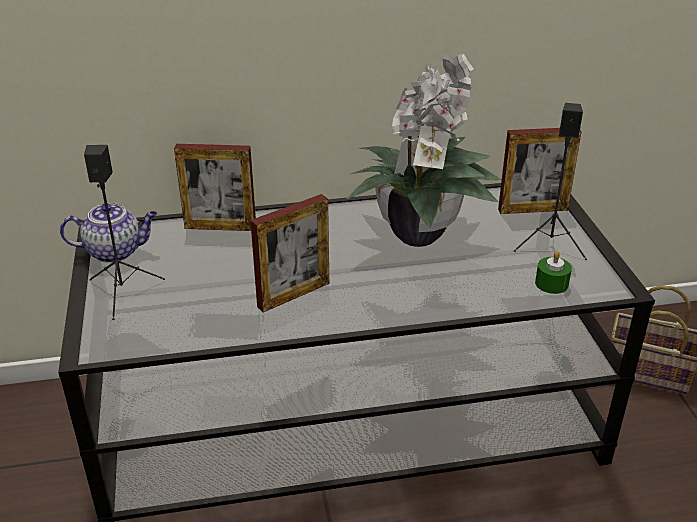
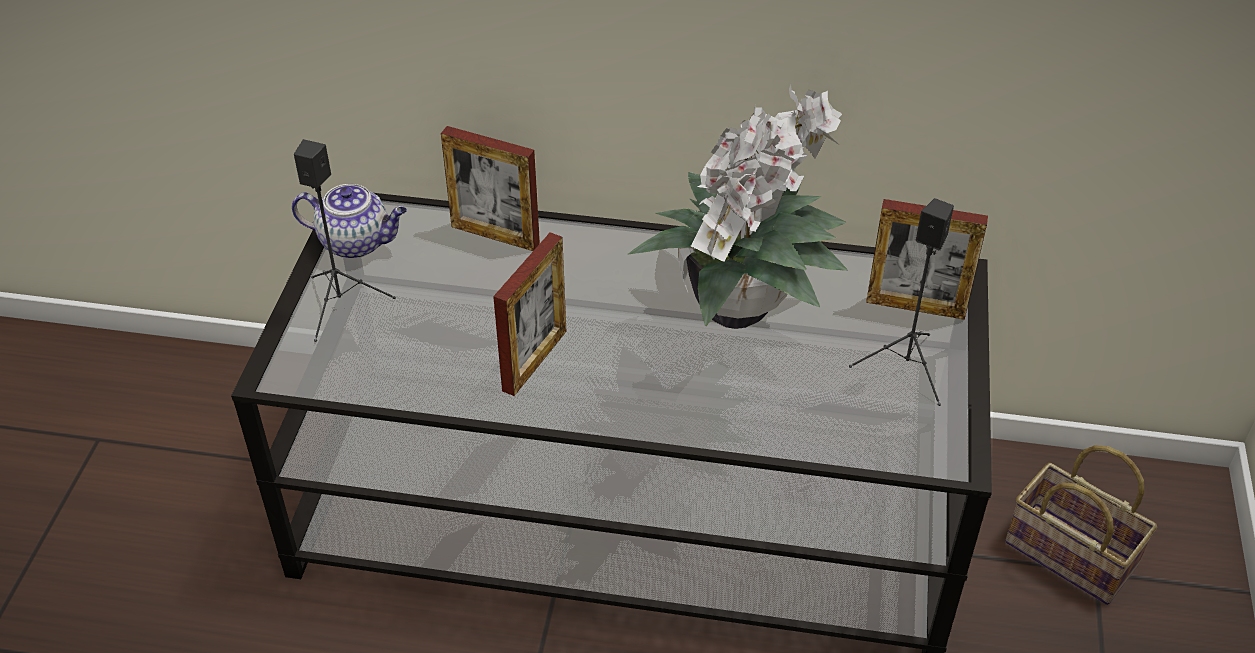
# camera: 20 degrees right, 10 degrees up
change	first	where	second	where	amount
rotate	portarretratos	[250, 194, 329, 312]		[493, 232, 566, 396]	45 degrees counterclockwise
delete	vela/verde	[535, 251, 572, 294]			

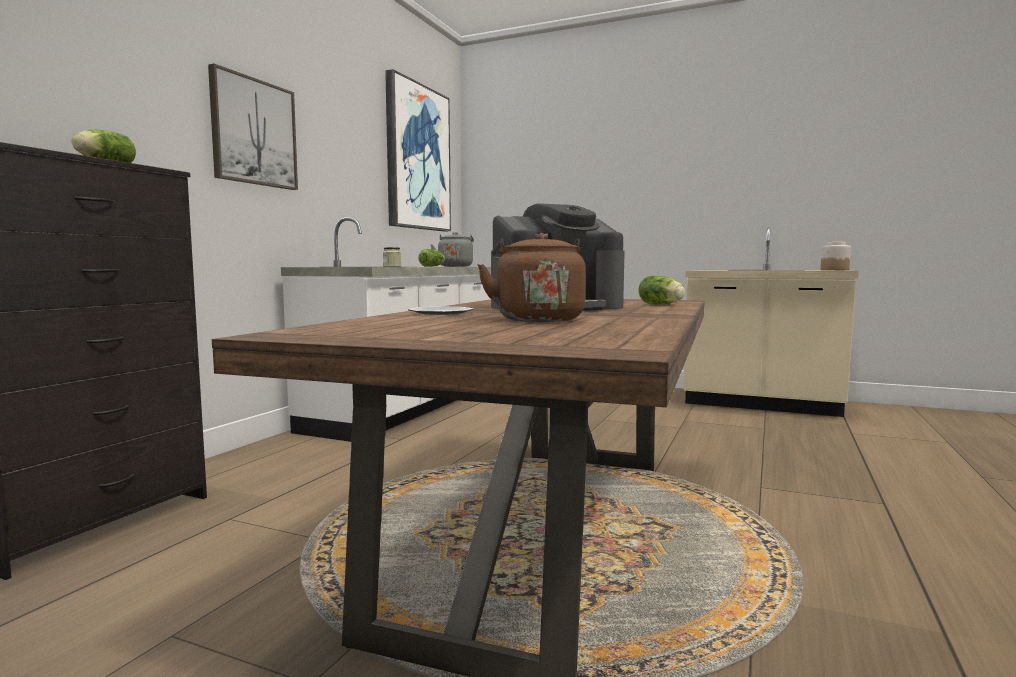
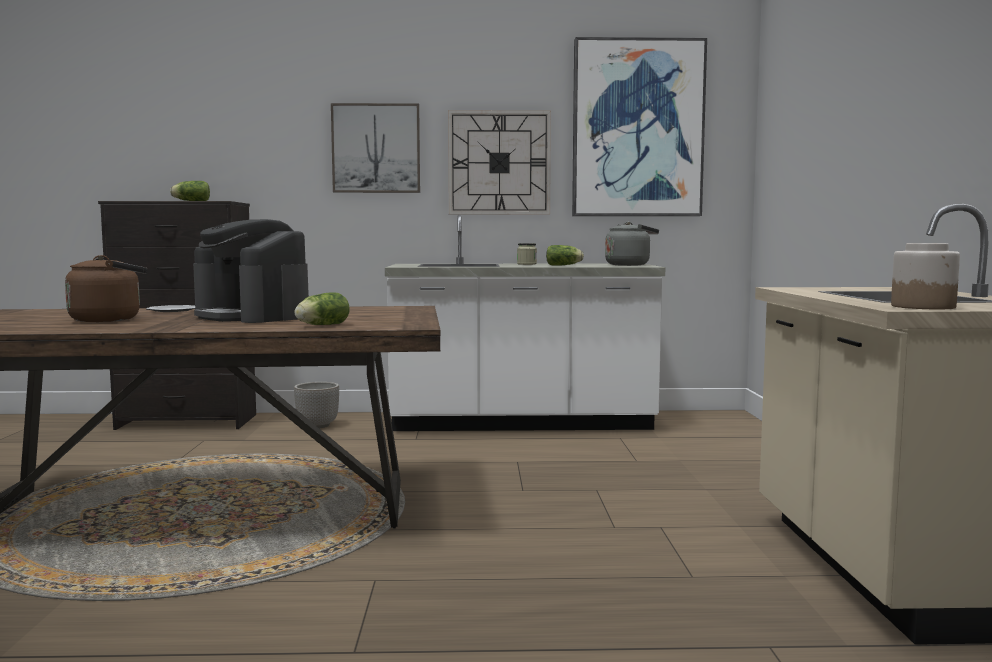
# camera: 65 degrees right, 0 degrees up
change	first	where	second	where	amount
insert			maceta	[294, 382, 339, 428]	
insert			reloj de pared	[448, 110, 551, 215]	

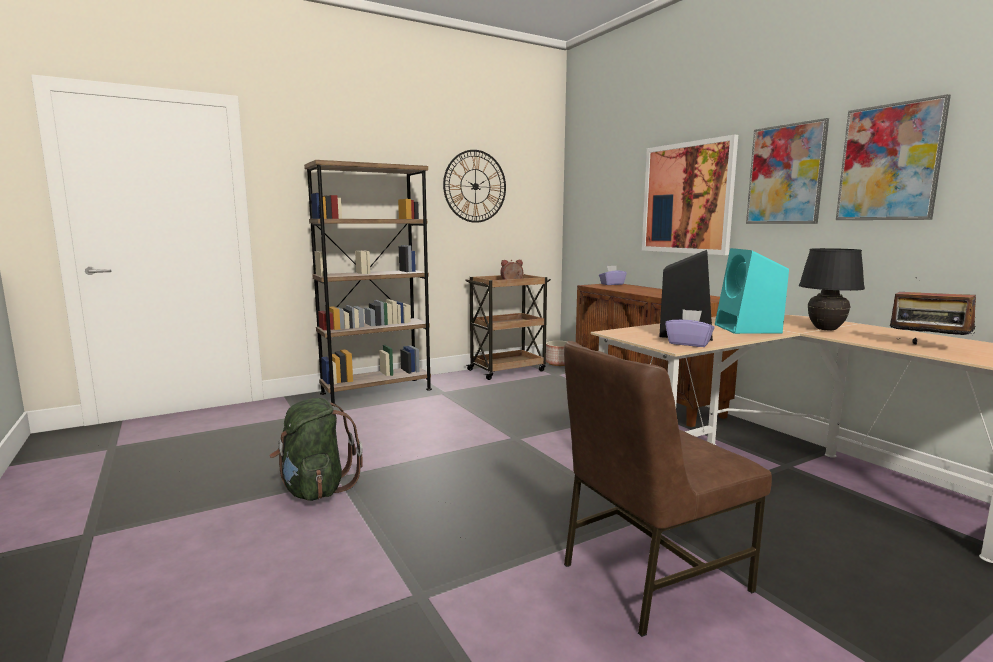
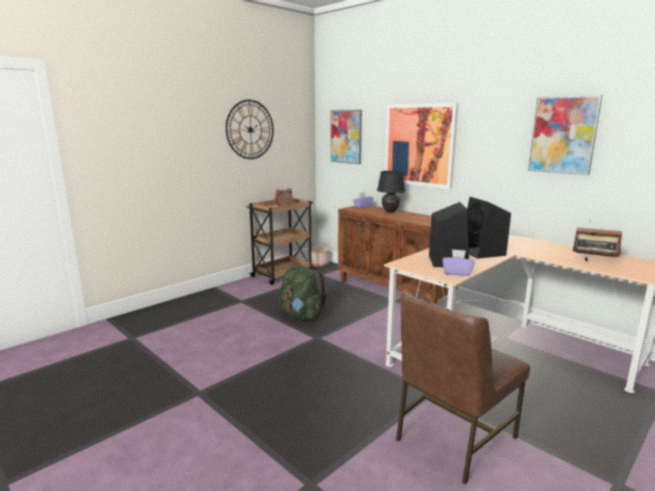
# camera: 15 degrees left, 5 degrees up
change	first	where	second	where	amount
move	mochila/verde	[270, 398, 363, 501]		[280, 266, 327, 320]	
move	cuadro	[746, 118, 829, 224]		[330, 110, 362, 164]	
move	lámpara de mesa/negro	[799, 248, 865, 331]		[377, 171, 405, 212]	
recolor	altavoz/turquesa	[715, 248, 789, 334]	altavoz/negro	[467, 197, 511, 259]	
delete	estantería/marrón	[304, 160, 432, 404]			

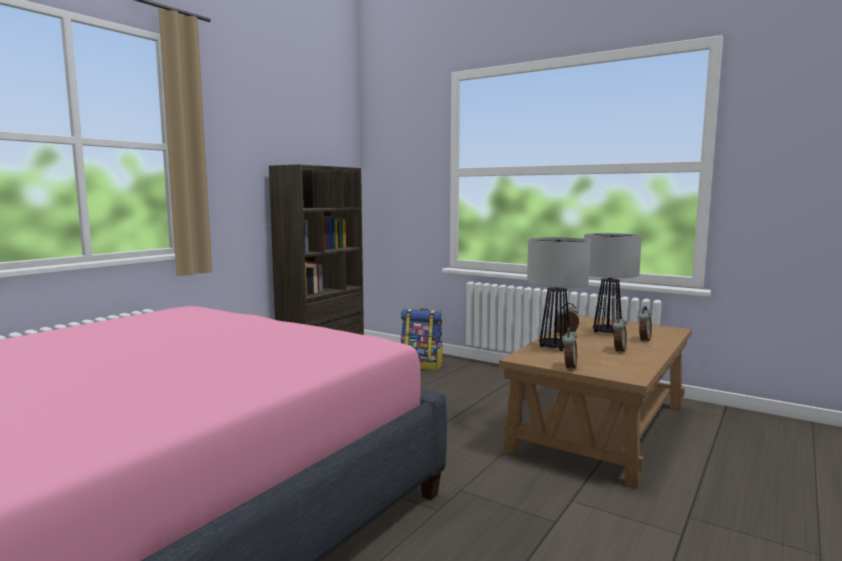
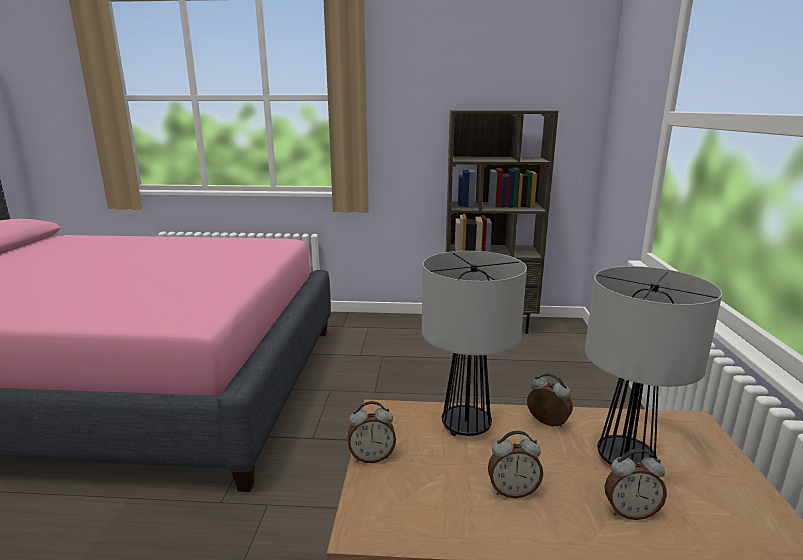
# camera: 60 degrees right, 10 degrees up
change	first	where	second	where	amount
delete	mochila	[401, 308, 443, 370]			

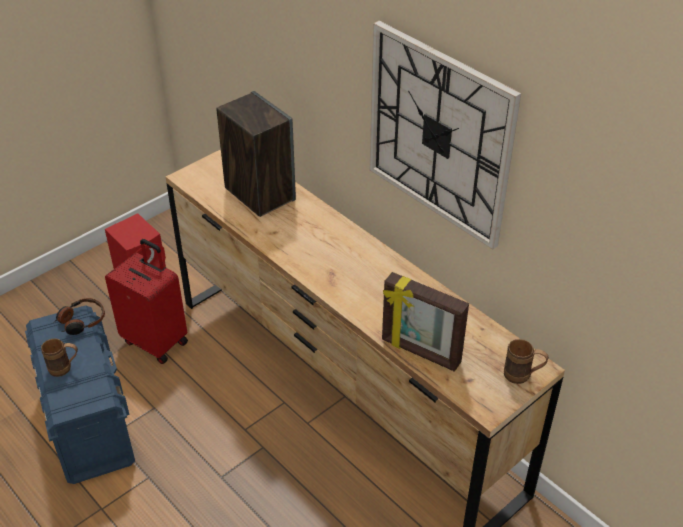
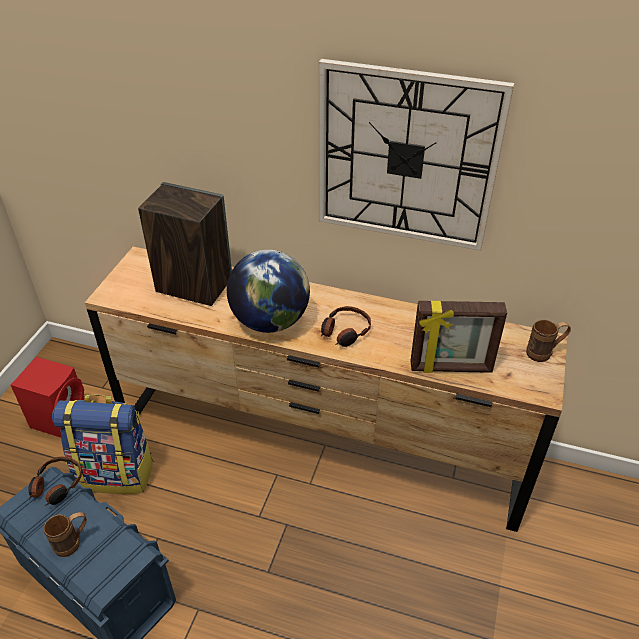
# camera: 30 degrees left, 0 degrees up
change	first	where	second	where	amount
replace	maleta/rojo	[105, 239, 188, 364]	mochila	[52, 394, 154, 494]	
insert			globo terráqueo	[227, 250, 310, 333]	
insert			auriculares	[321, 306, 371, 347]	

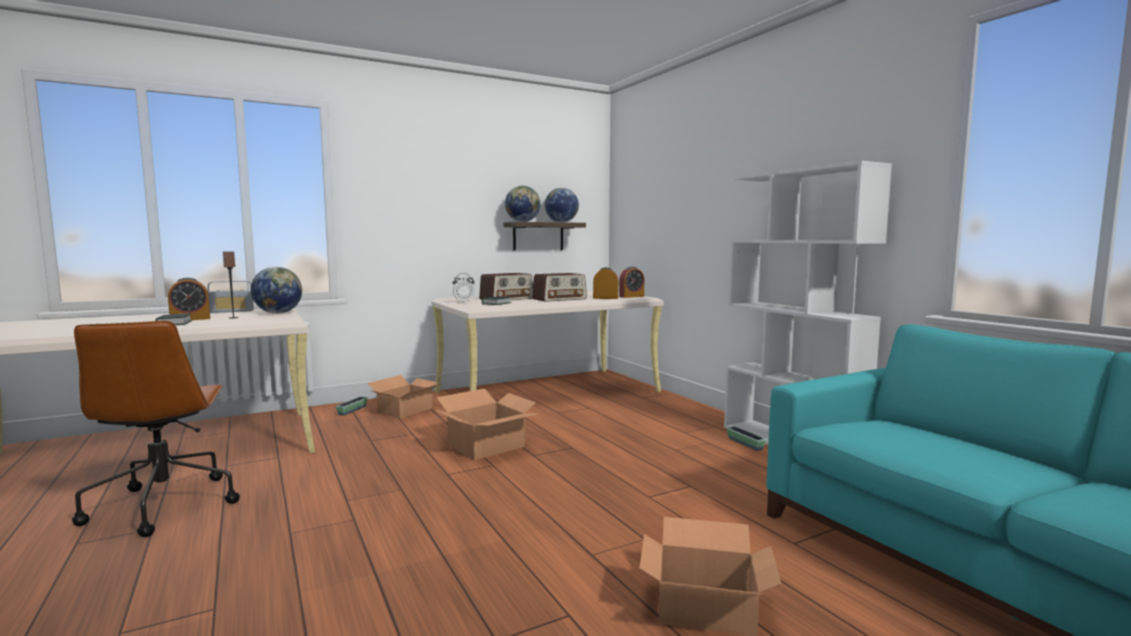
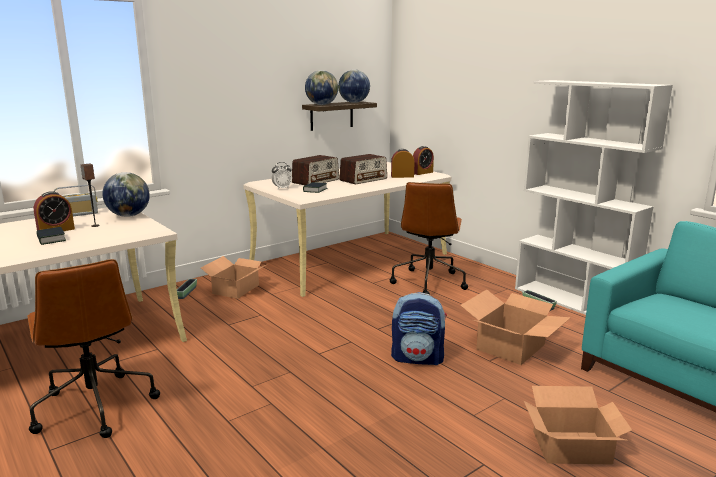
# camera: 10 degrees left, 10 degrees up
change	first	where	second	where	amount
insert			silla de oficina/marrón	[390, 182, 468, 295]	
insert			mochila	[391, 292, 447, 365]	
move	caja de cartón	[433, 388, 539, 460]		[460, 289, 571, 365]	

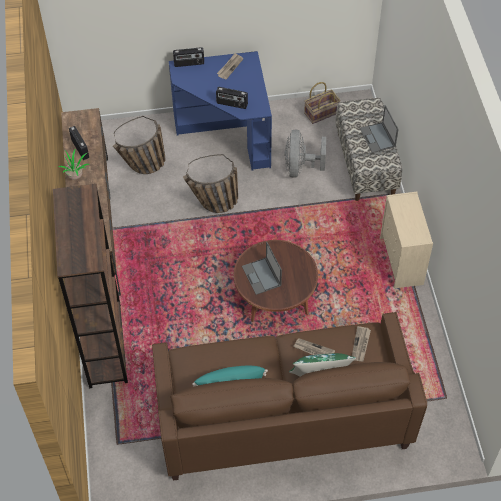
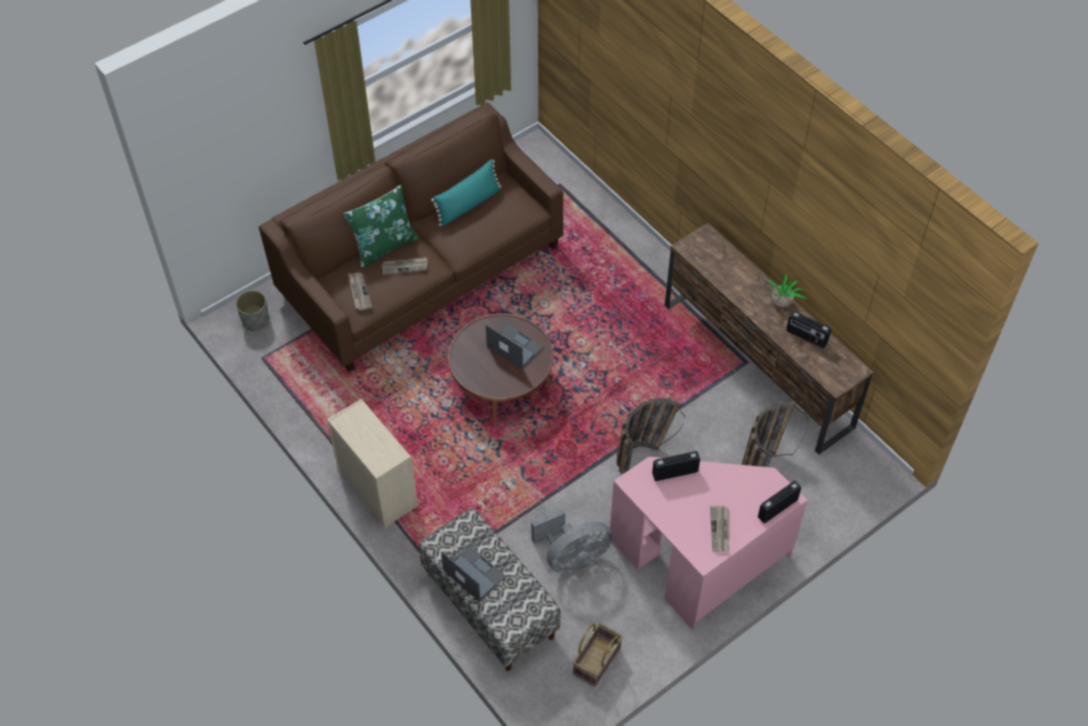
# camera: 150 degrees right, 0 degrees up
change	first	where	second	where	amount
insert			maceta/gris	[236, 290, 269, 332]	
rotate	ventilador/gris	[284, 130, 326, 178]		[531, 508, 613, 573]	90 degrees clockwise
recolor	escritorio/azul	[169, 51, 272, 171]	escritorio/rosa	[610, 457, 808, 630]	
delete	estantería/marrón	[53, 184, 128, 388]			

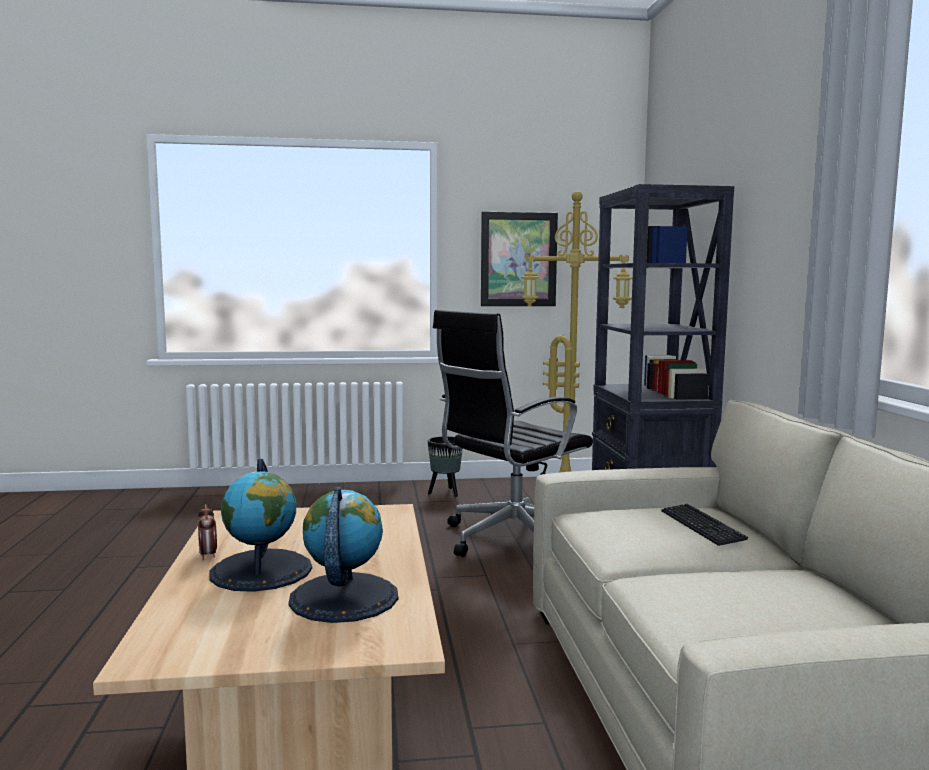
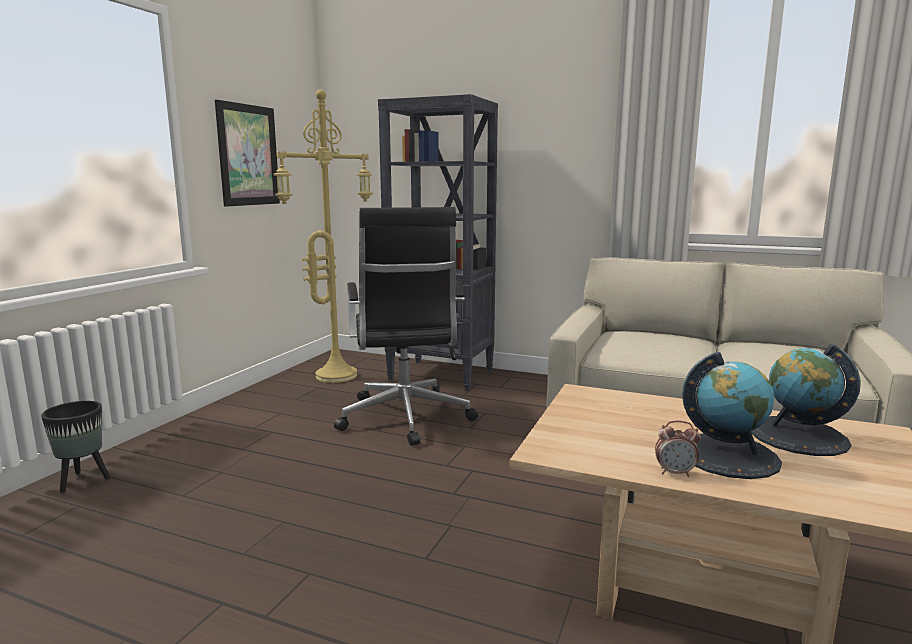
# camera: 60 degrees left, 5 degrees up
change	first	where	second	where	amount
move	maceta/negro	[428, 436, 463, 497]		[41, 401, 110, 493]	
delete	teclado	[661, 504, 748, 546]			

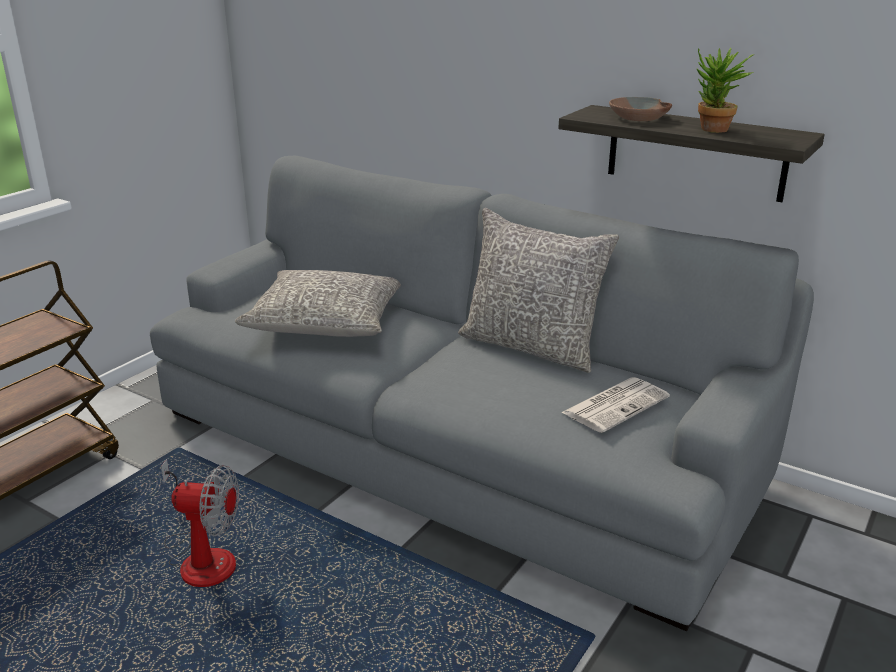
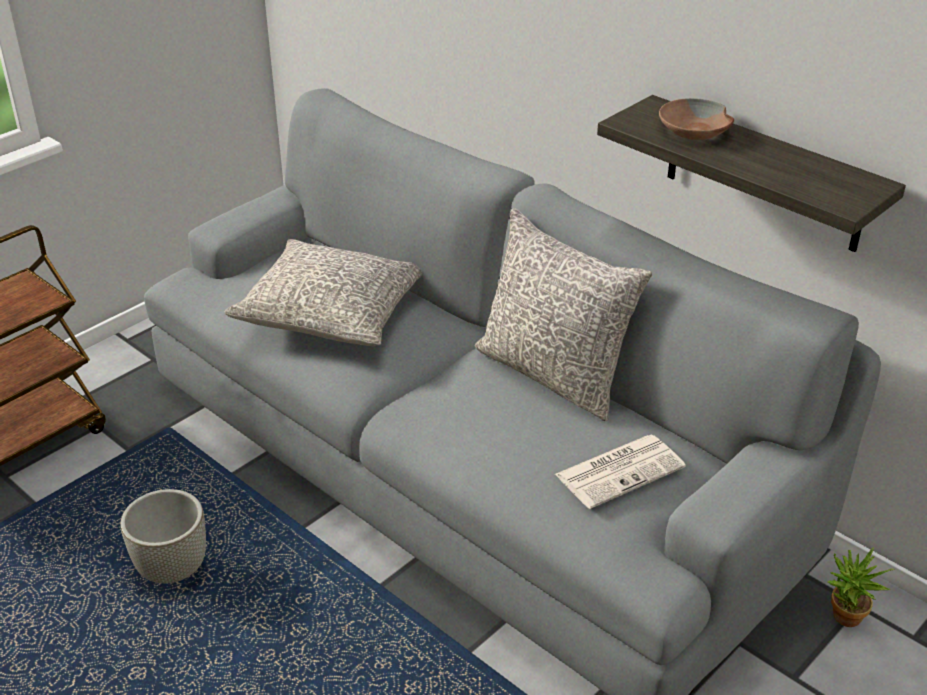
# camera: 10 degrees right, 10 degrees up
change	first	where	second	where	amount
replace	ventilador	[161, 459, 239, 587]	maceta/gris	[120, 489, 206, 583]	
move	planta en maceta	[697, 48, 755, 133]		[827, 547, 895, 627]	

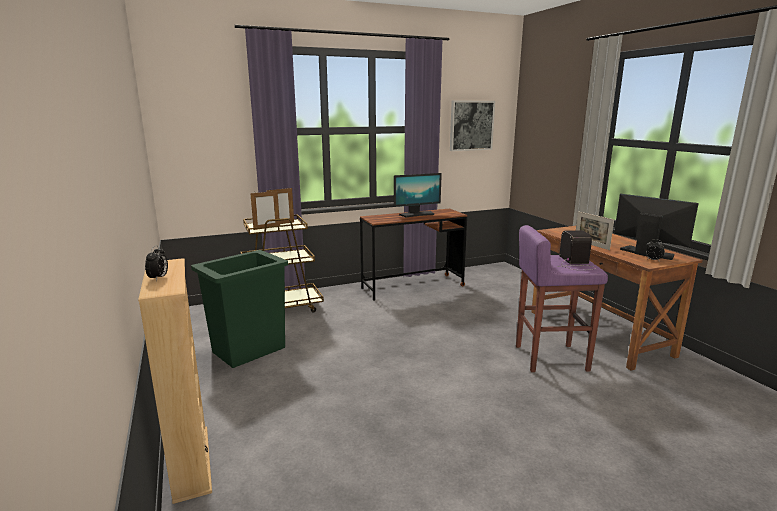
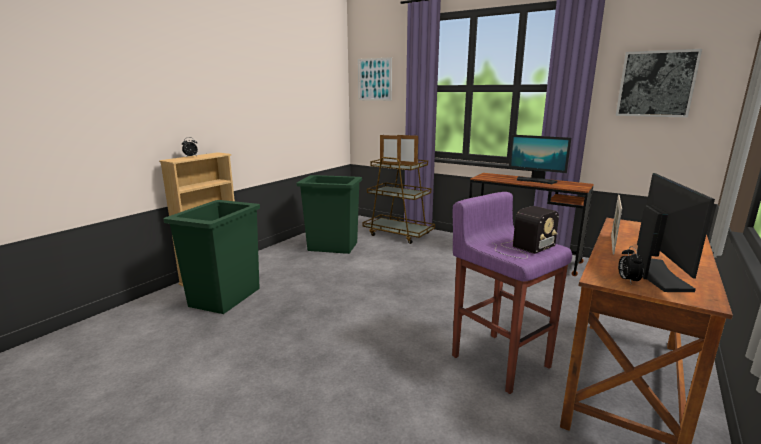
# camera: 55 degrees right, 0 degrees up
change	first	where	second	where	amount
insert			papelera/verde	[163, 200, 260, 314]	
insert			cuadro	[358, 57, 392, 101]	

